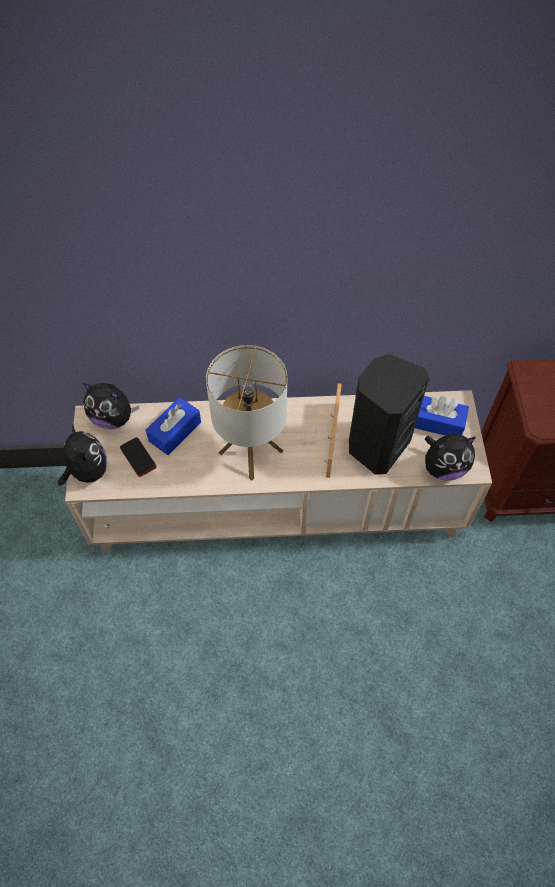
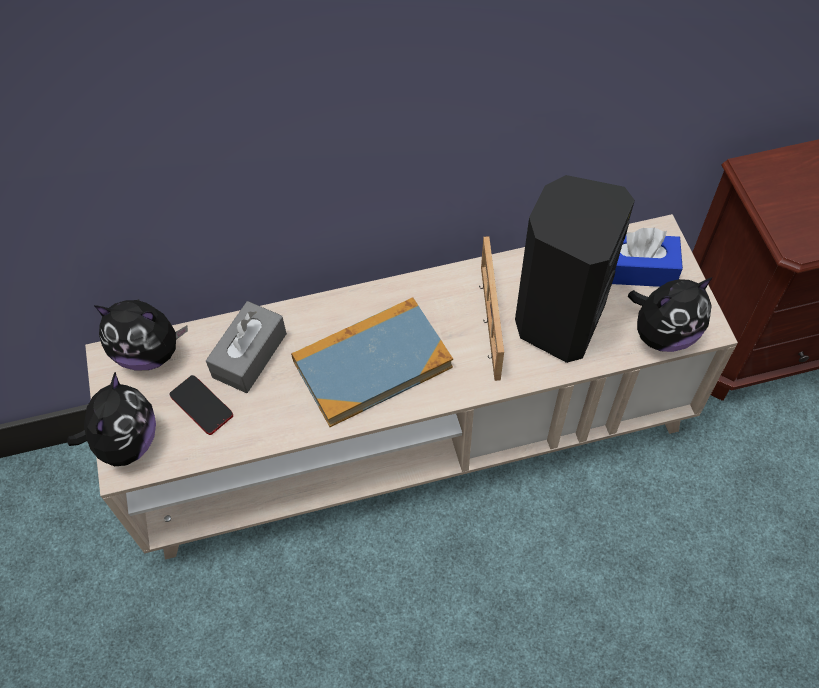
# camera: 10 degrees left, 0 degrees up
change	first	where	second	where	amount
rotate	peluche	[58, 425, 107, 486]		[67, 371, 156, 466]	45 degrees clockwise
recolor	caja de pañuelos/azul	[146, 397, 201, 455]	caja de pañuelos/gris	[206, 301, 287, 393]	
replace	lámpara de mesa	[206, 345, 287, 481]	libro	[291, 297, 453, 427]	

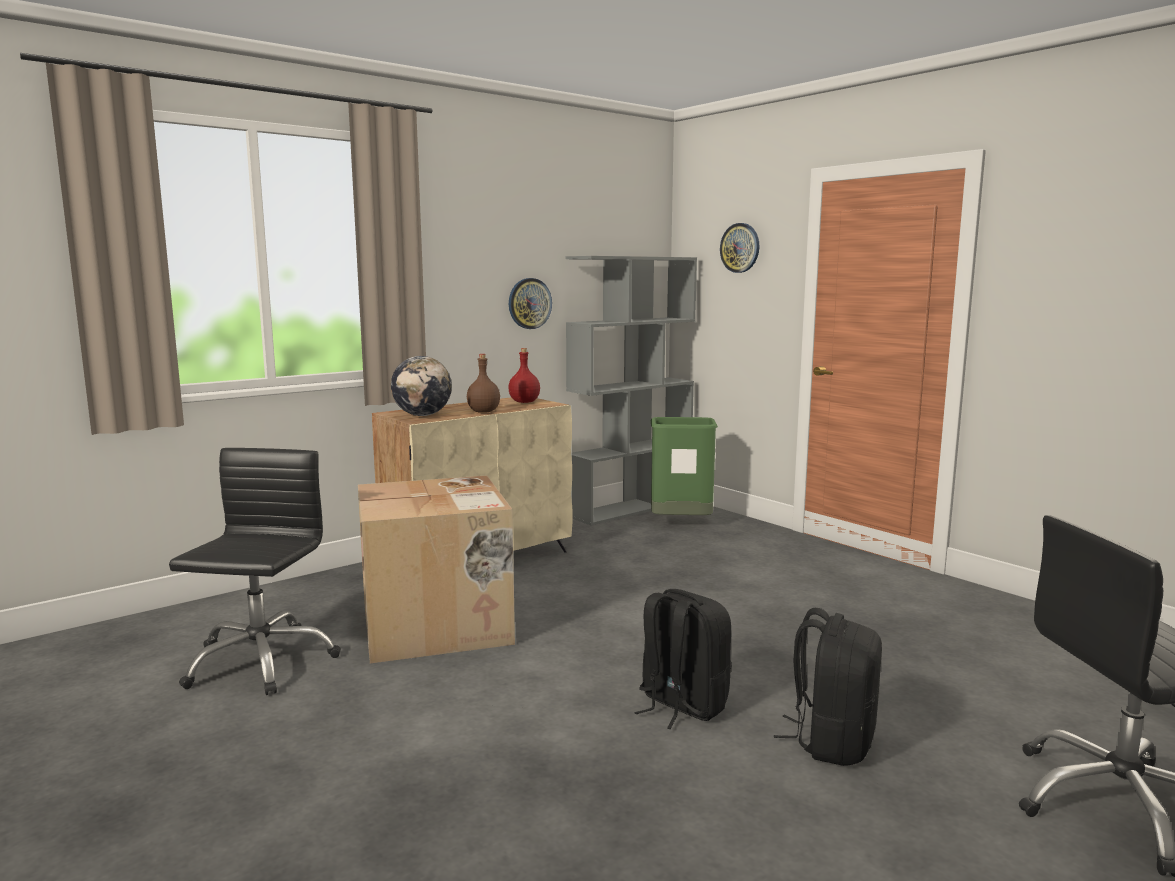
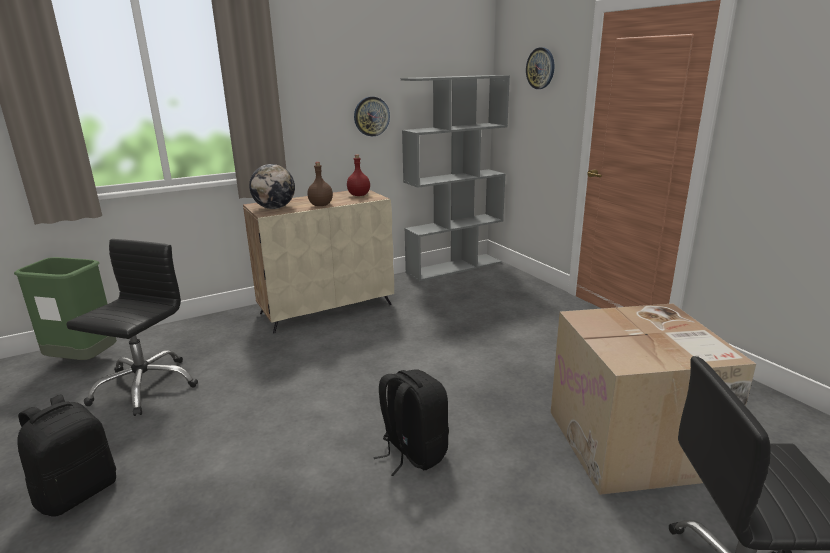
# camera: 10 degrees right, 10 degrees up
change	first	where	second	where	amount
move	papelera/verde	[651, 417, 718, 515]		[14, 257, 117, 360]	
move	mochila/negro	[774, 608, 882, 766]		[18, 394, 116, 517]	
move	caja de cartón	[358, 475, 515, 663]		[551, 303, 756, 495]	

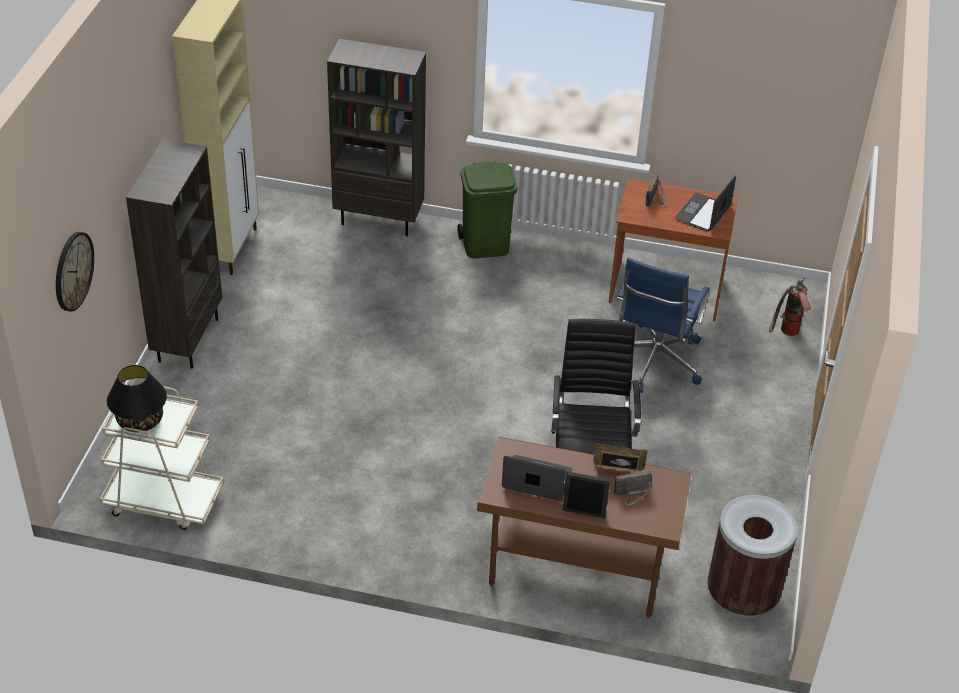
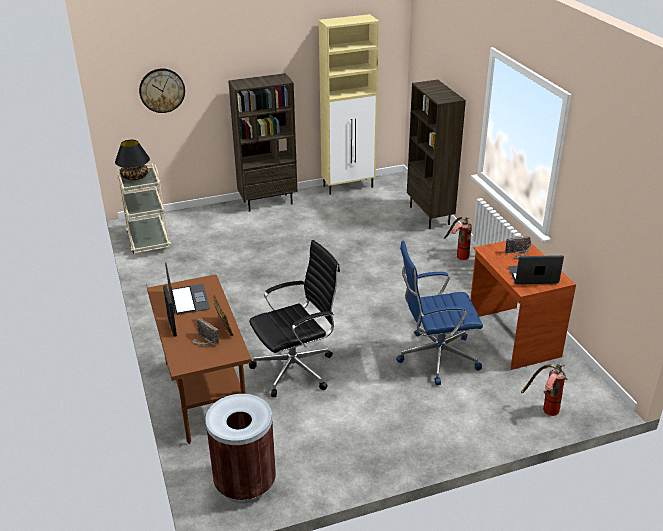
# camera: 60 degrees right, 10 degrees down
change	first	where	second	where	amount
replace	papelera/verde	[458, 161, 518, 259]	extintor	[444, 217, 472, 260]	

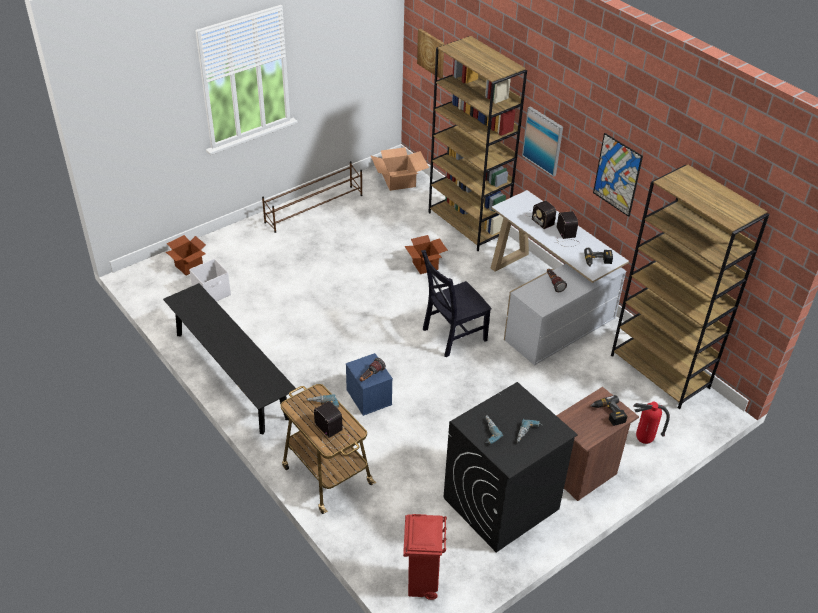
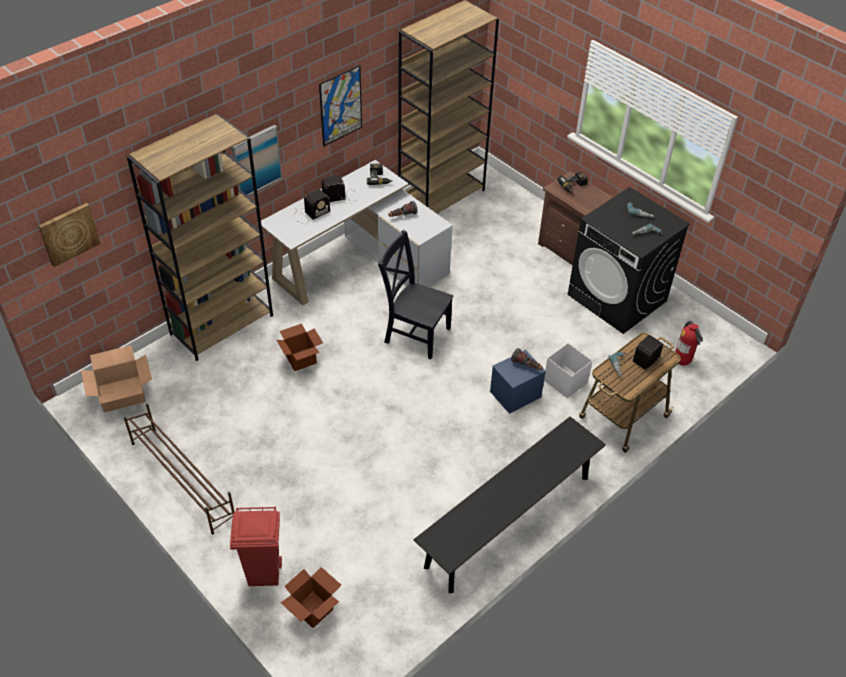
# camera: 95 degrees left, 5 degrees up
change	first	where	second	where	amount
move	papelera/rojo	[403, 514, 447, 600]		[230, 506, 282, 586]	
rotate	silla/negro	[421, 250, 492, 358]		[378, 230, 454, 359]	150 degrees clockwise
move	caja de almacenaje/blanco	[189, 259, 231, 302]		[544, 343, 592, 398]	
move	extintor	[633, 401, 670, 444]		[675, 321, 703, 365]	

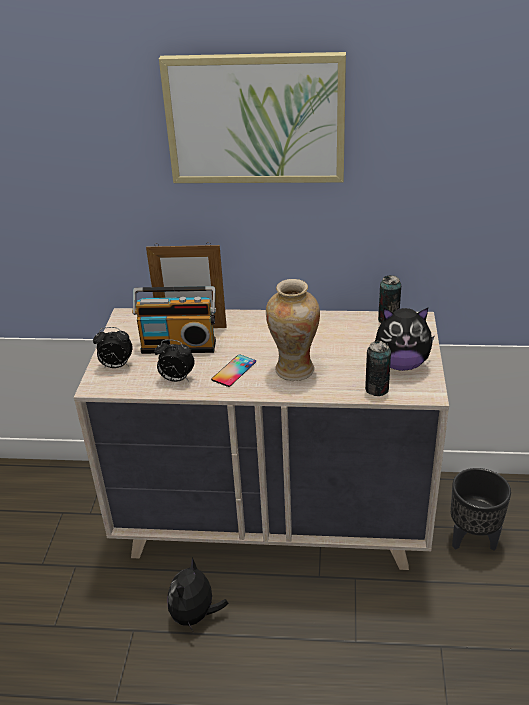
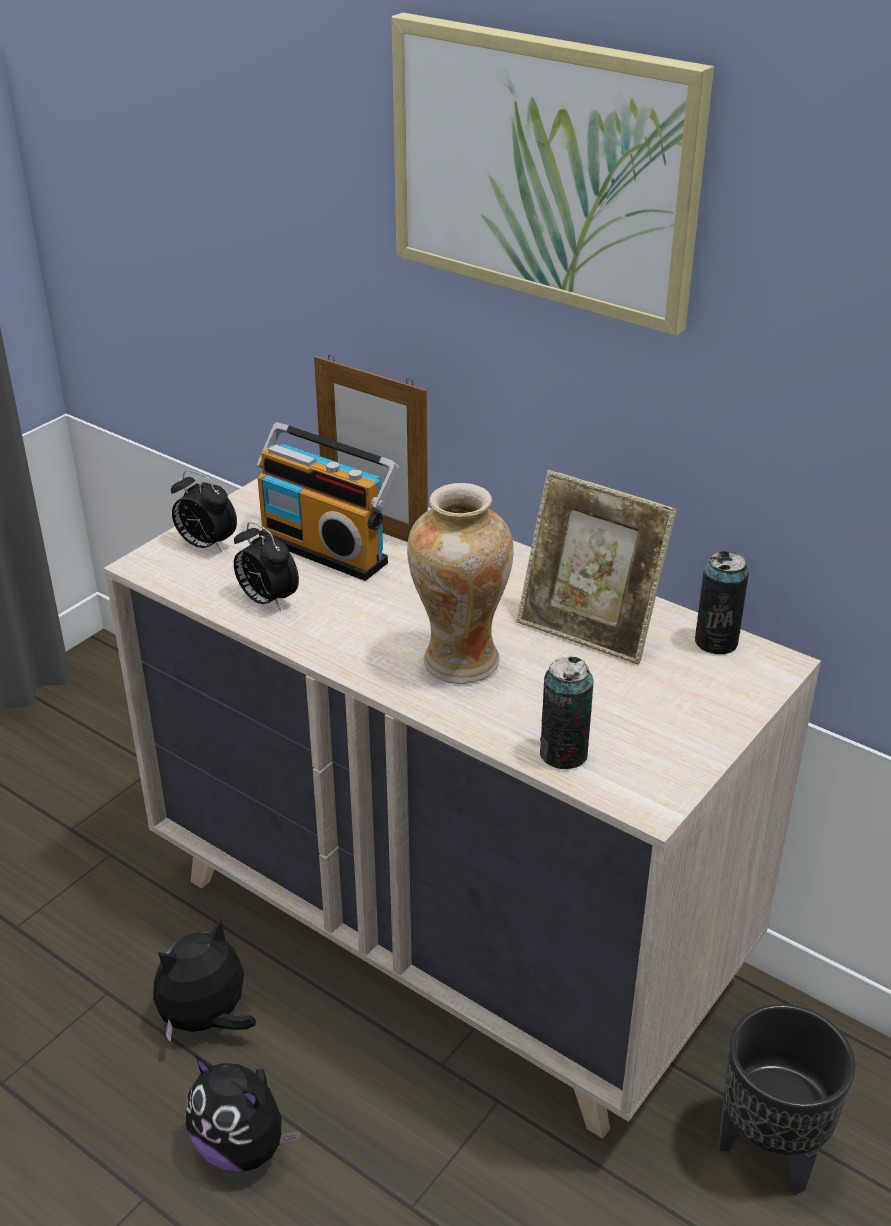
# camera: 30 degrees right, 0 degrees up
change	first	where	second	where	amount
move	peluche	[375, 308, 434, 371]		[186, 1055, 300, 1172]	
insert			portarretratos	[517, 470, 677, 665]	
delete	móvil	[211, 354, 256, 387]			

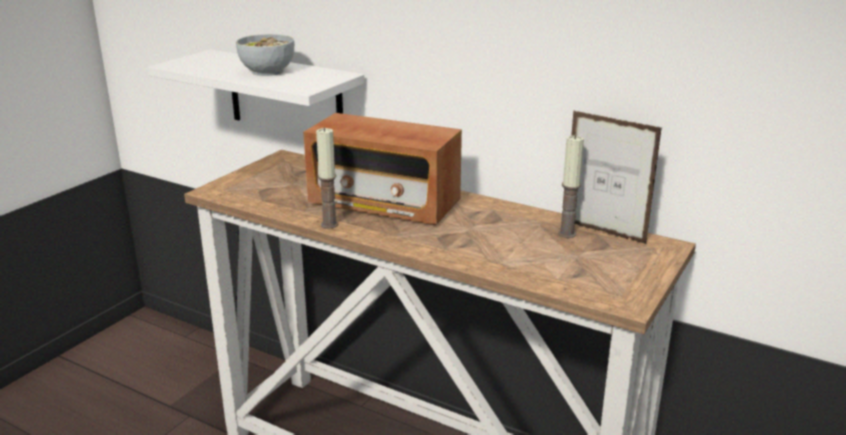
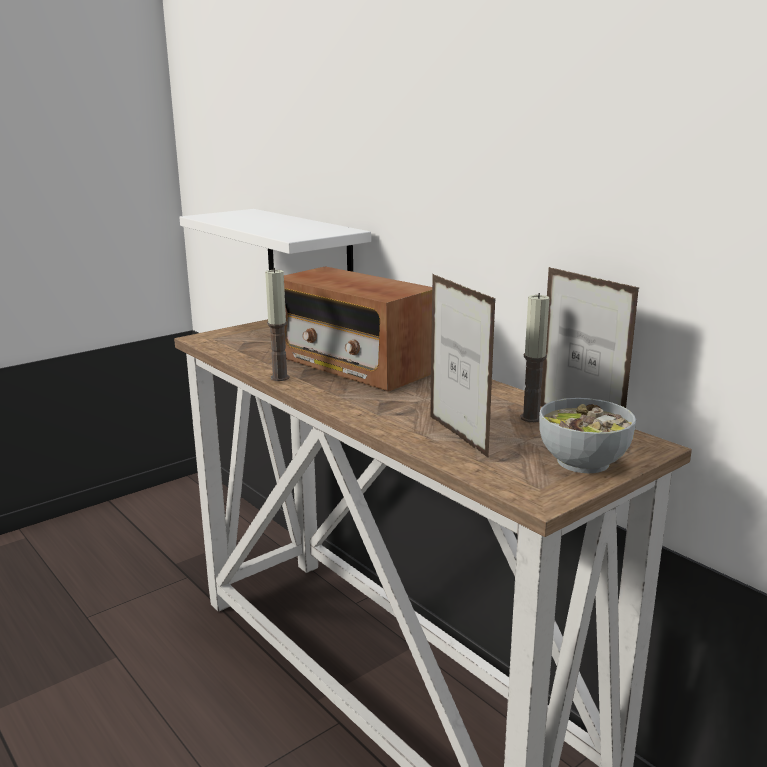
# camera: 20 degrees right, 5 degrees down
change	first	where	second	where	amount
insert			portarretratos	[430, 274, 496, 458]	
move	cuenco	[236, 34, 294, 76]		[539, 398, 636, 473]	

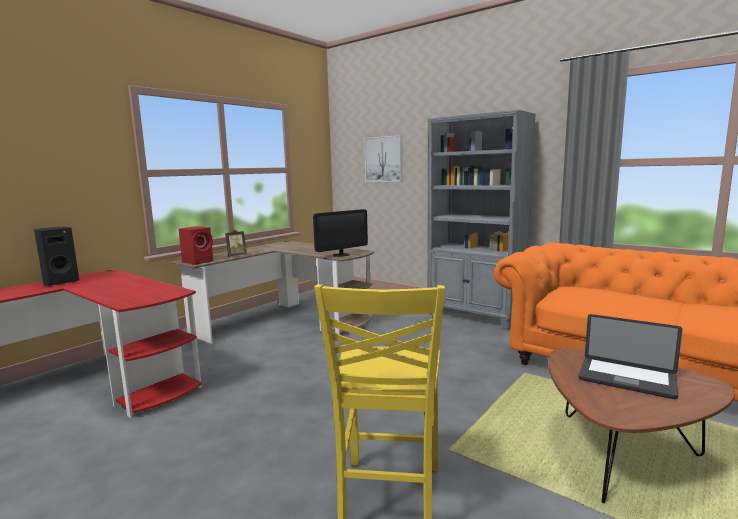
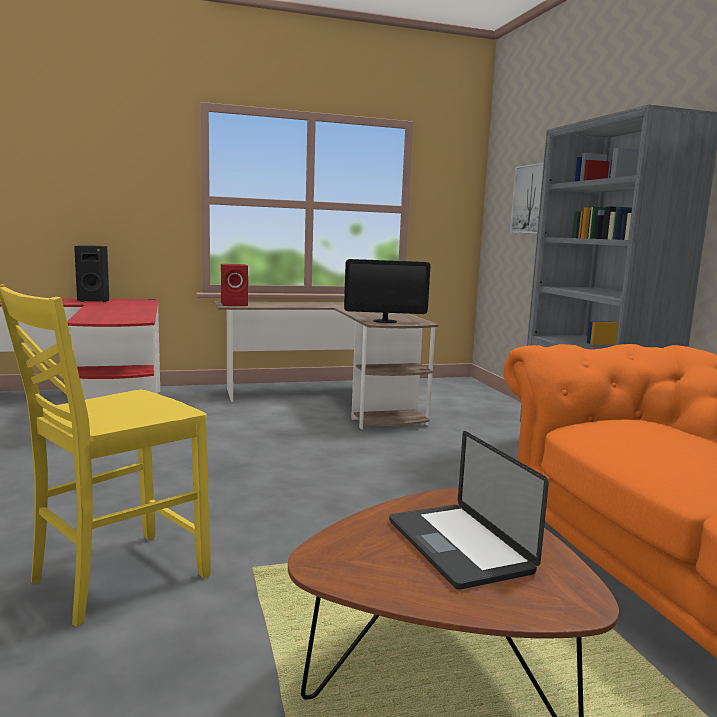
# camera: 35 degrees right, 0 degrees up
change	first	where	second	where	amount
delete	portarretratos	[225, 229, 247, 257]			

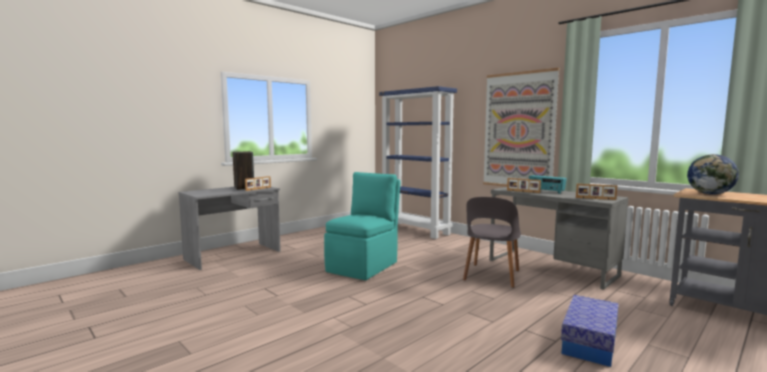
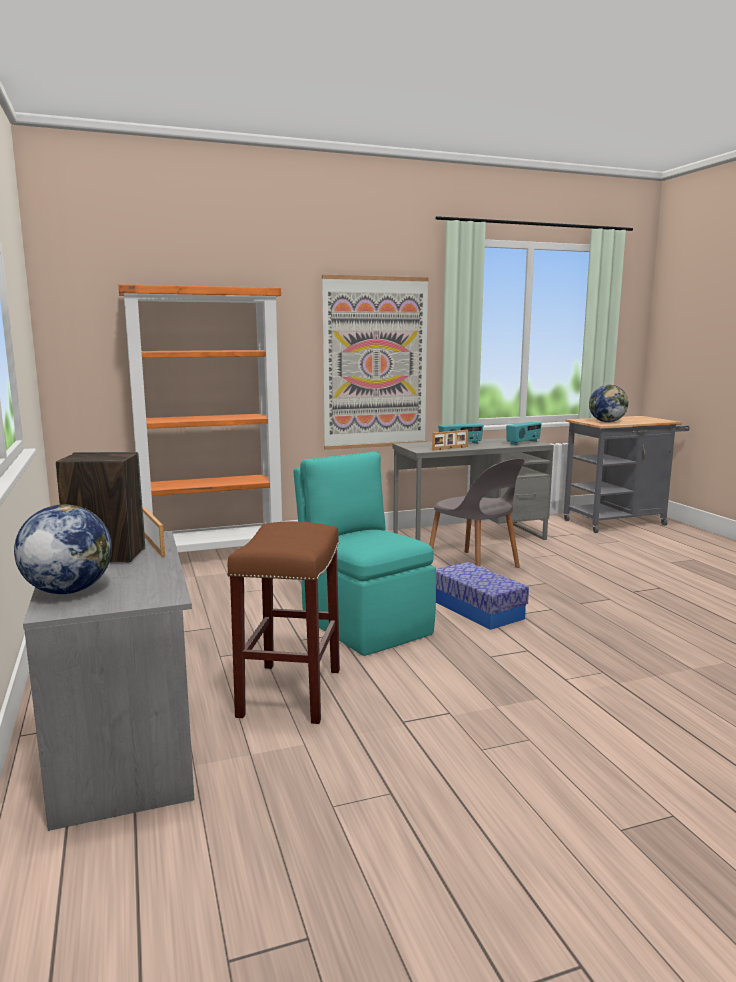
# camera: 65 degrees left, 5 degrees up
change	first	where	second	where	amount
insert			globo terráqueo	[14, 504, 112, 594]	
recolor	estantería/azul	[379, 86, 457, 239]	estantería/naranja	[118, 284, 282, 552]	
insert			taburete/marrón	[227, 521, 340, 724]	
move	caja de almacenaje	[561, 295, 619, 367]		[436, 562, 529, 630]	
replace	portarretratos	[576, 184, 617, 200]	radio	[506, 422, 542, 445]	

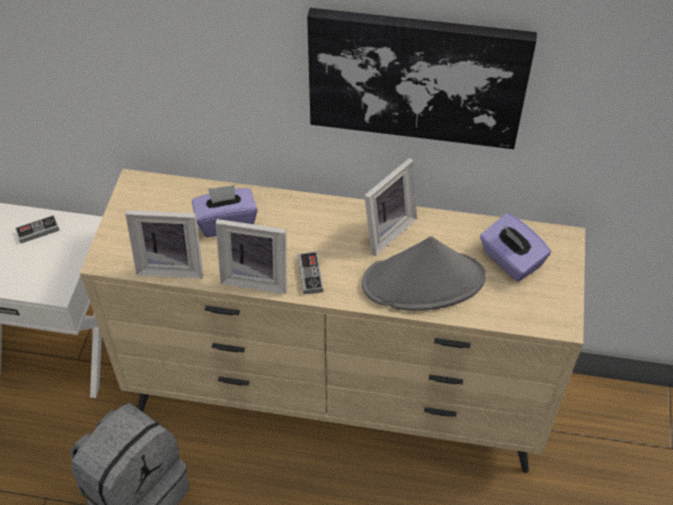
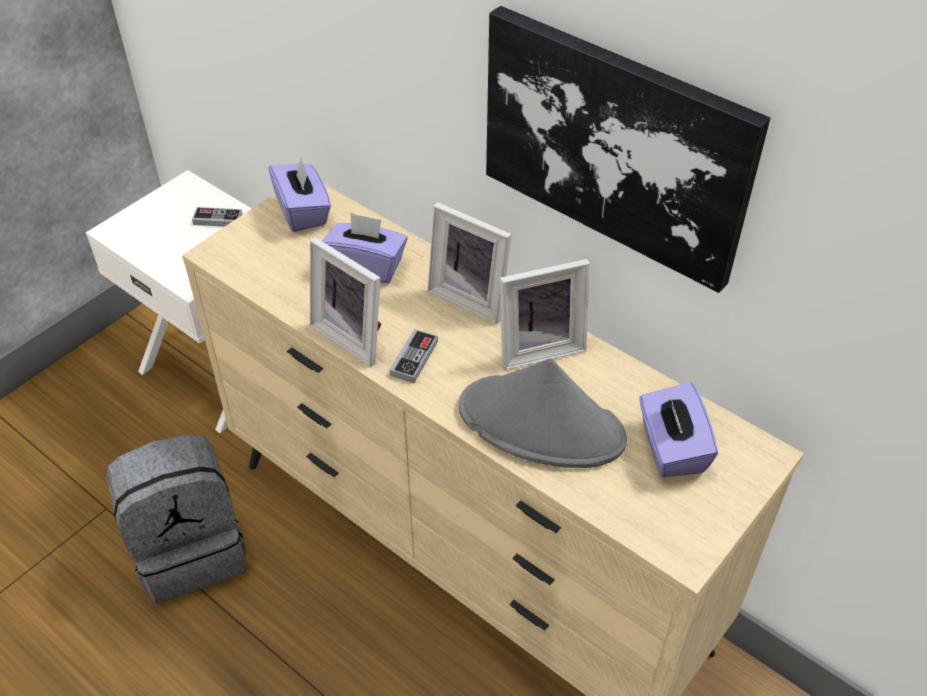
# camera: 30 degrees right, 5 degrees down
change	first	where	second	where	amount
insert			caja de pañuelos/morado	[268, 157, 331, 232]	
move	portarretratos	[125, 210, 203, 279]		[428, 202, 512, 324]	

